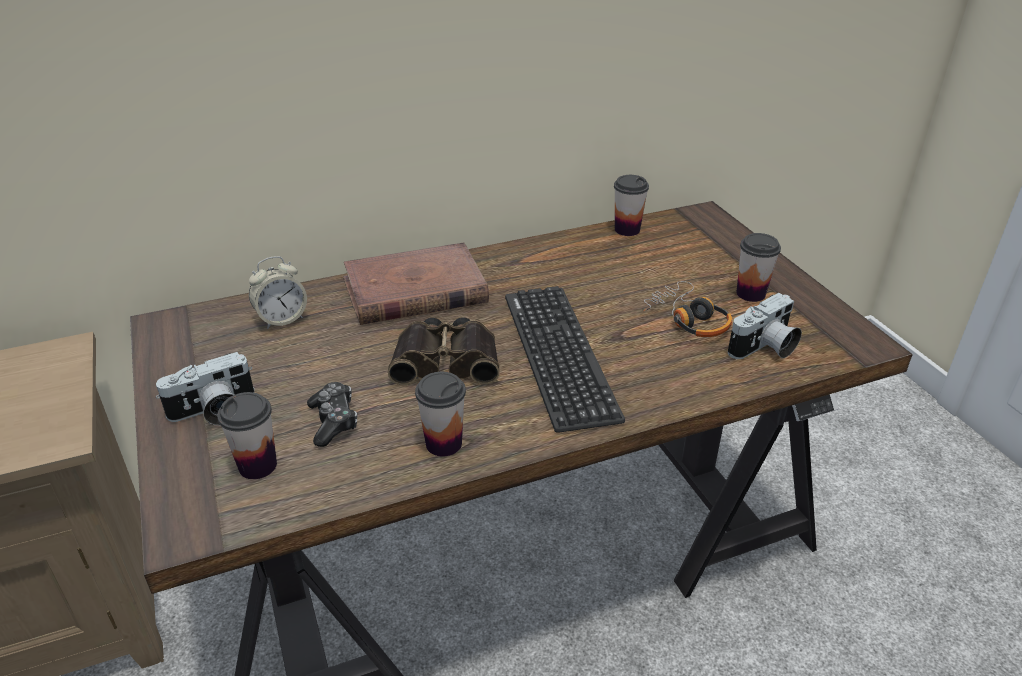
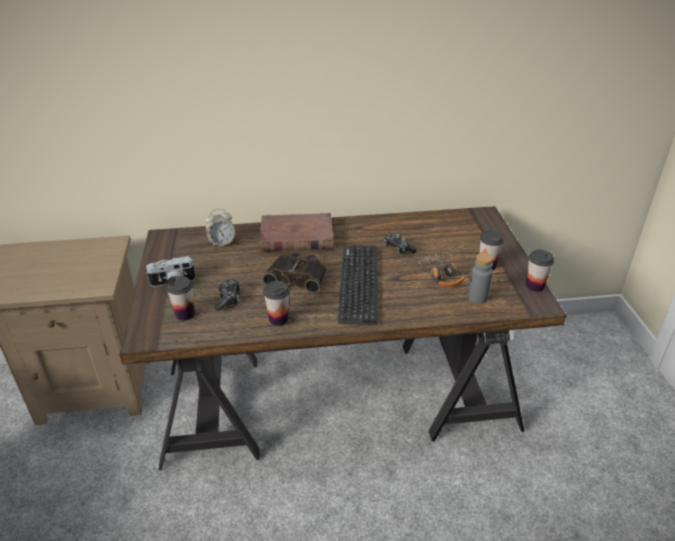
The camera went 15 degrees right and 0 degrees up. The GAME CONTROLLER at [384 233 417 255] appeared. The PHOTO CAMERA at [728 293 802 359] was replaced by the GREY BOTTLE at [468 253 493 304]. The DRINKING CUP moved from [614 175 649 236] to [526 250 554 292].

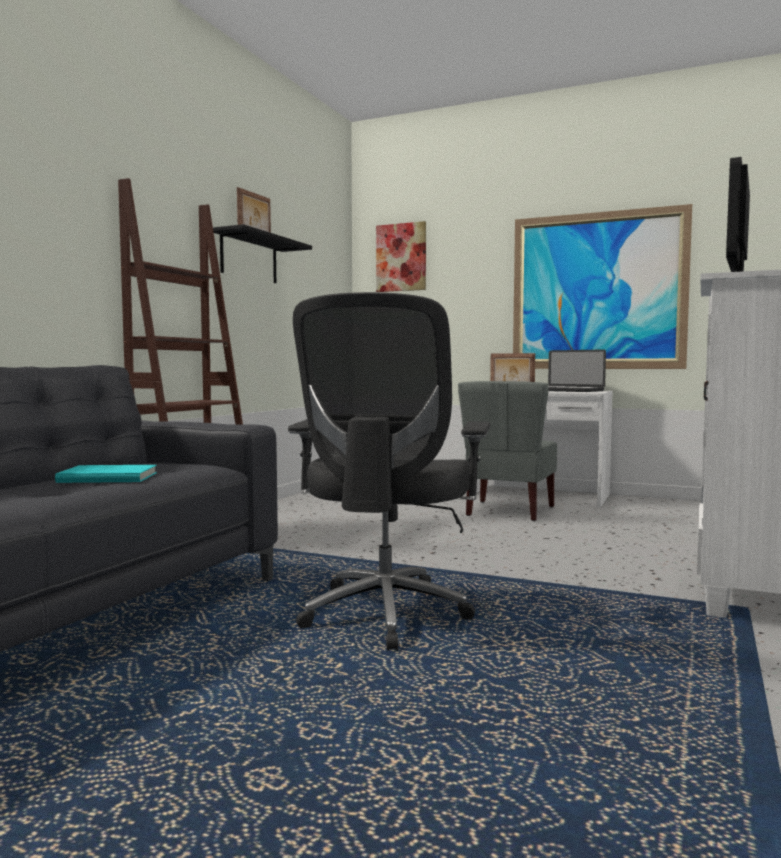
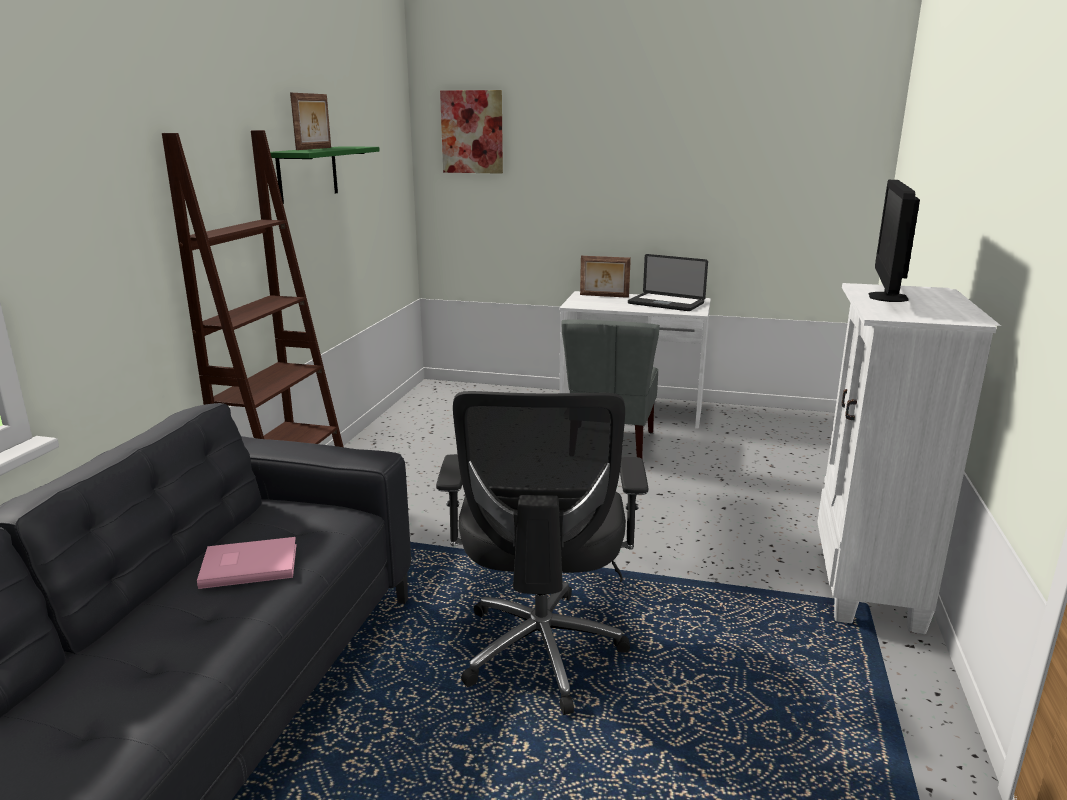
The camera went 10 degrees left and 15 degrees up. The TURQUOISE BOOK at [55 465 157 483] became the PINK-COLOURED BOOK at [197 537 296 589]. The BLACK WALL SHELF at [213 224 312 283] became the GREENISH WALL SHELF at [270 146 380 204]. The WALL ART at [513 204 692 369] disappeared.

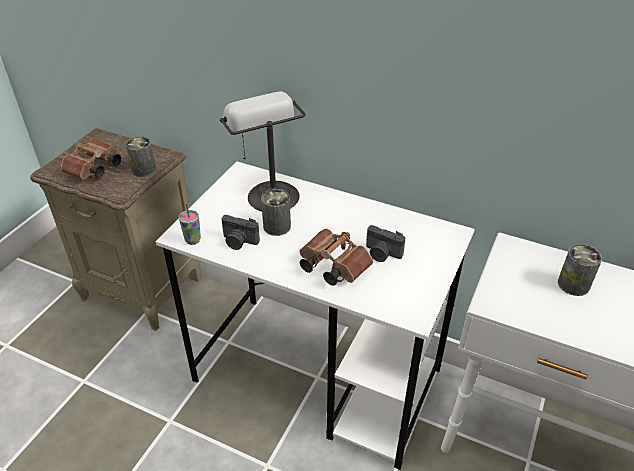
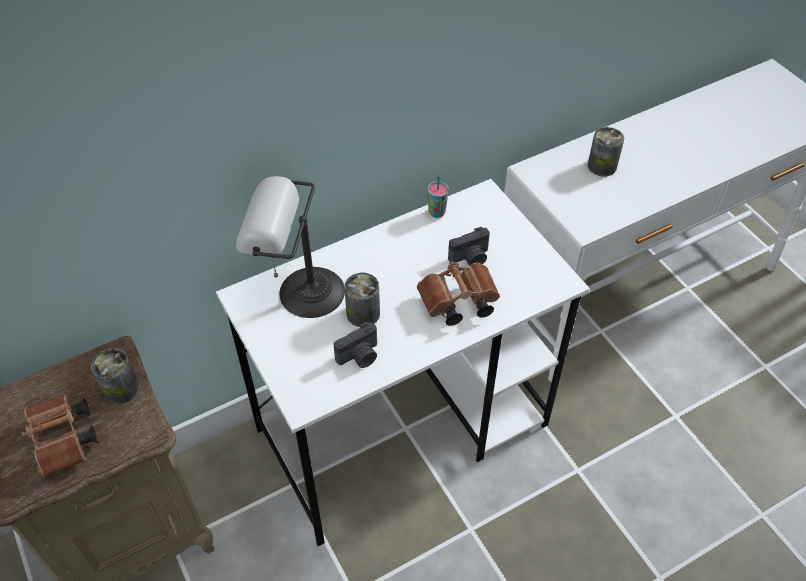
The camera went 55 degrees left and 10 degrees up. The DRINKING CUP moved from [179 203 201 245] to [427 175 449 218].

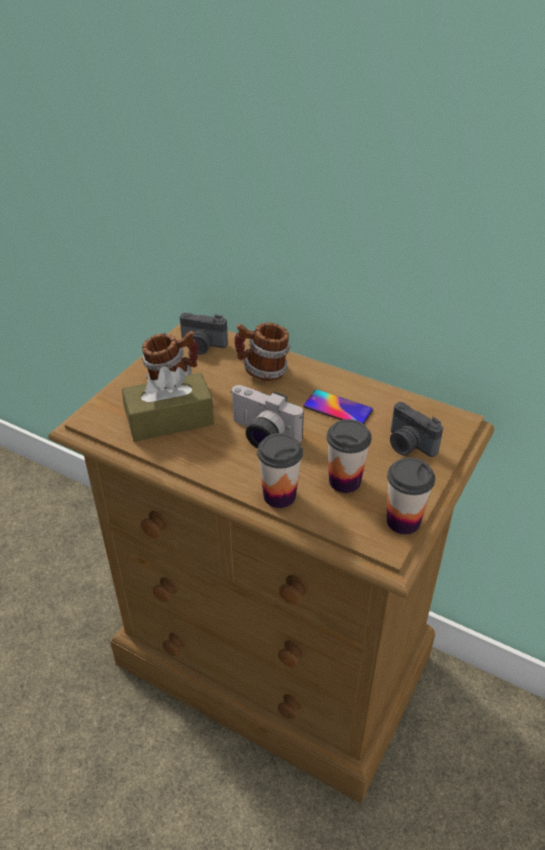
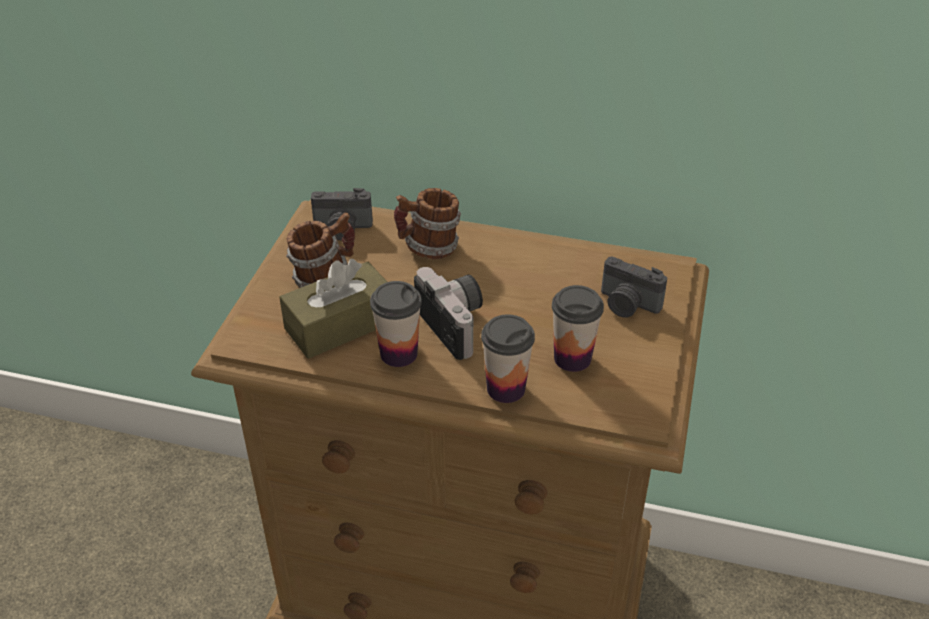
The camera went 15 degrees left and 0 degrees up. The DRINKING CUP moved from [387 458 435 534] to [370 281 422 367]. The PHOTO CAMERA at [230 385 304 449] turned 135 degrees counterclockwise. The PHONE at [303 390 373 424] disappeared.

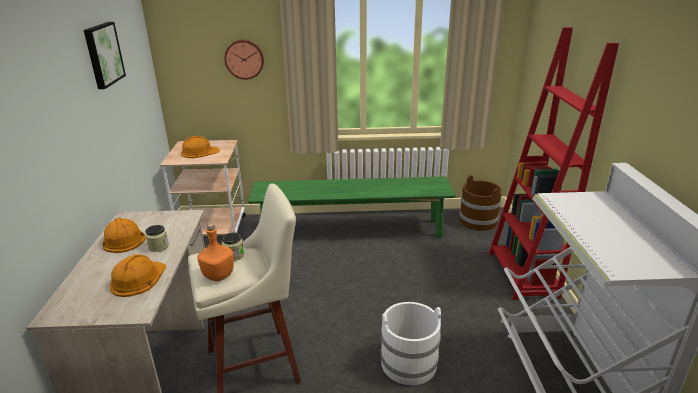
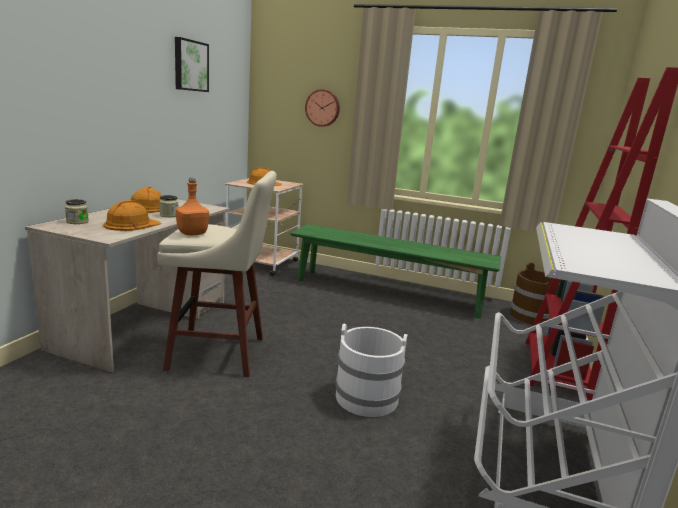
The camera went 20 degrees right and 10 degrees down. The JAR moved from [222 233 244 261] to [65 199 89 224].

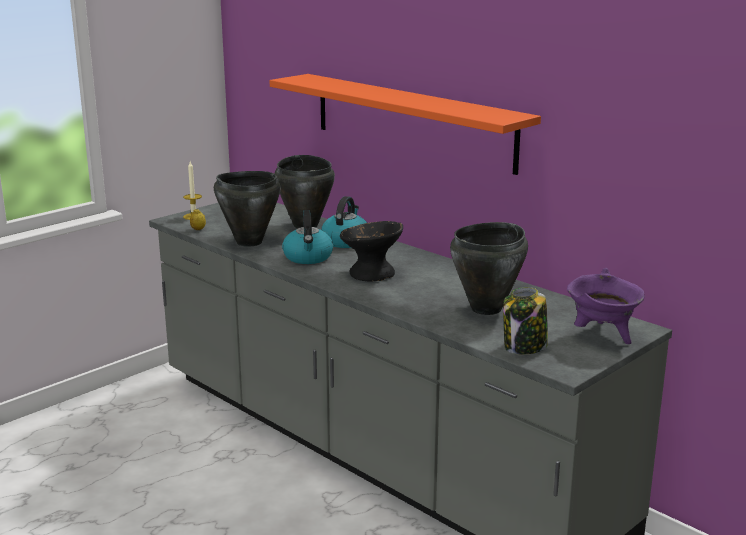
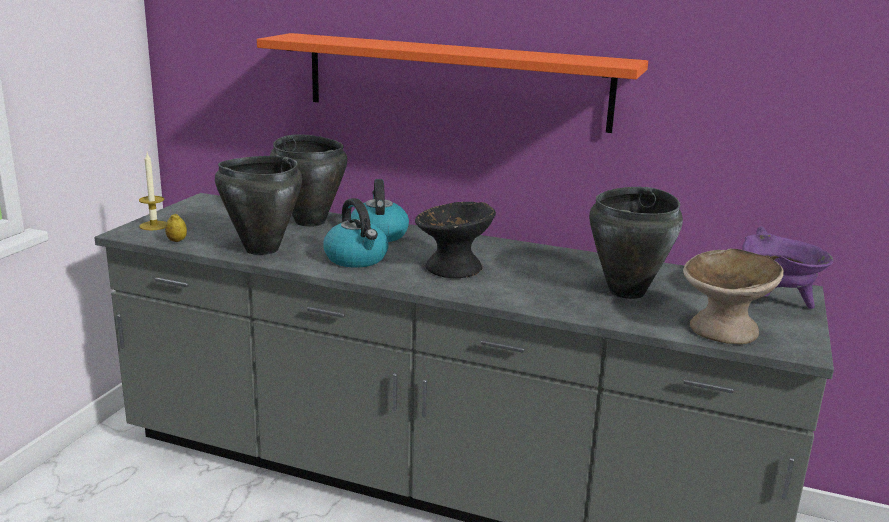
The camera went 25 degrees left and 0 degrees up. The JAR at [503 287 548 355] was replaced by the BEIGE-COLOURED SERVING BOWL at [683 249 784 344].

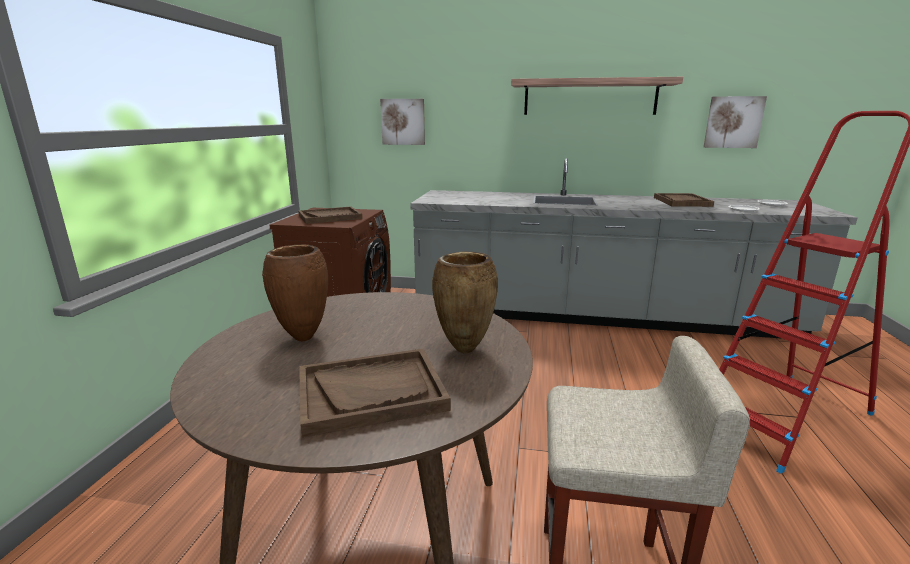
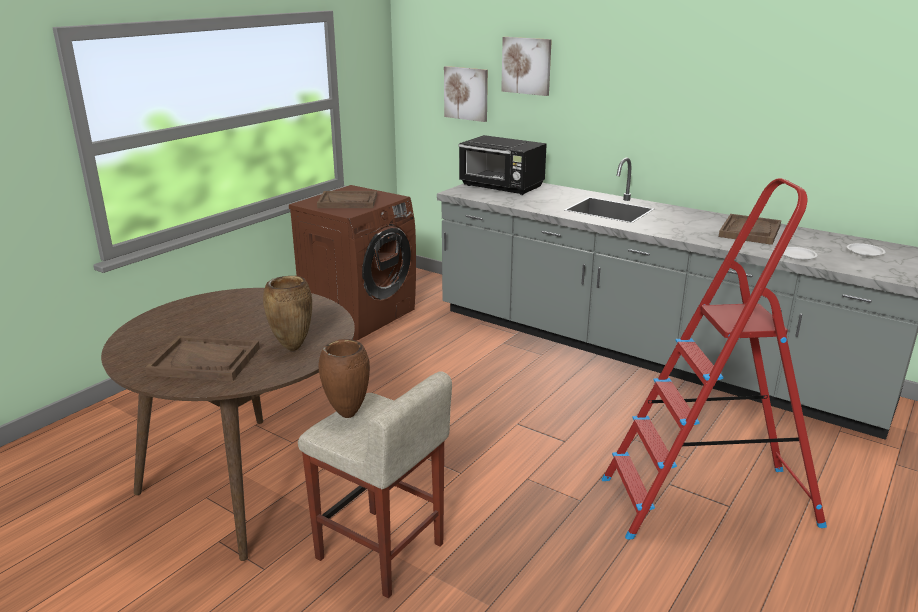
The camera went 25 degrees right and 5 degrees up. The BROWN FLOWER VASE moved from [262 245 328 341] to [318 339 370 418]. The BLACK MICROWAVE at [458 135 547 195] appeared. The WALL ART moved from [703 96 767 148] to [501 37 552 96]. The WALL SHELF at [511 77 683 115] disappeared.

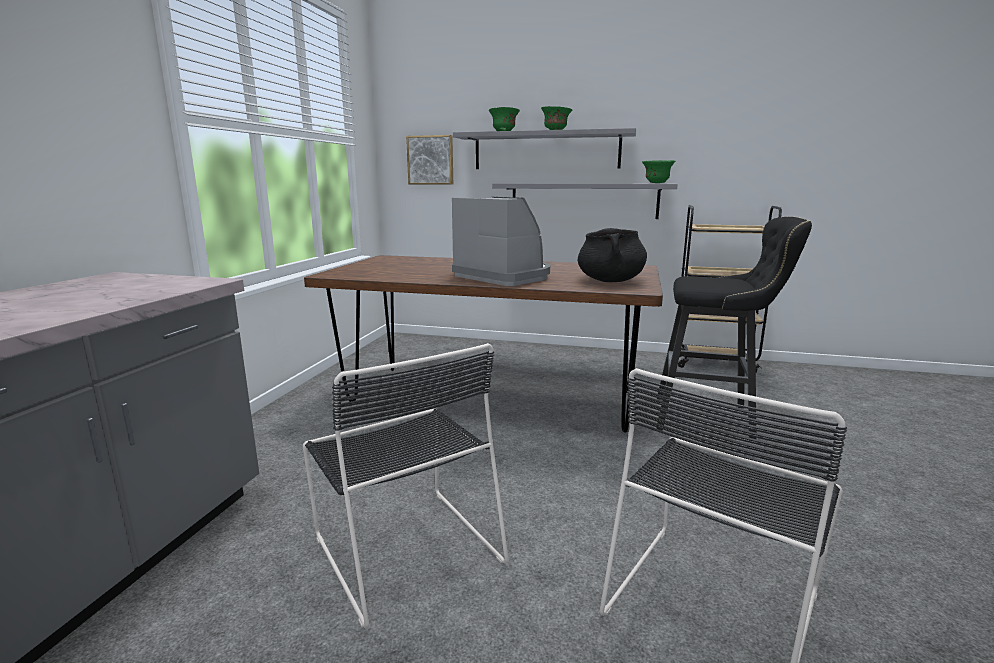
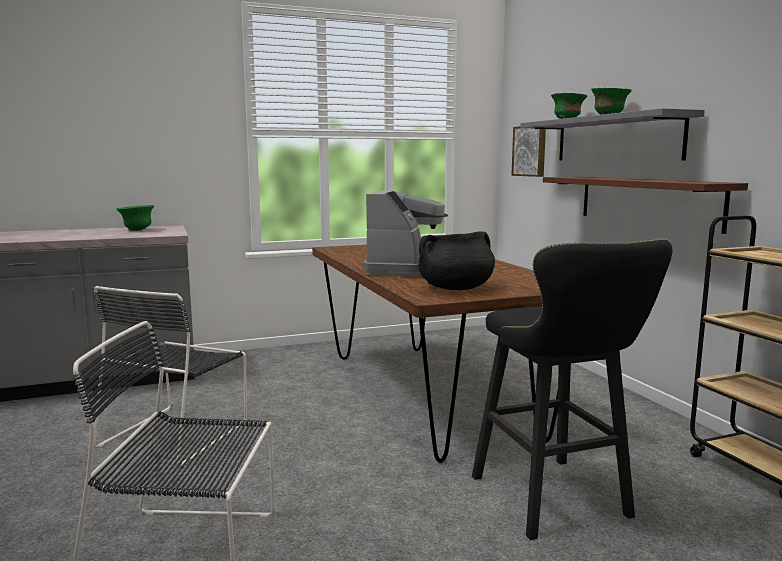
The camera went 55 degrees right and 5 degrees down. The GREENISH SERVING BOWL moved from [642 160 675 183] to [117 205 154 231]. The GREY WALL SHELF at [492 183 678 219] became the BROWN WALL SHELF at [543 177 748 234].

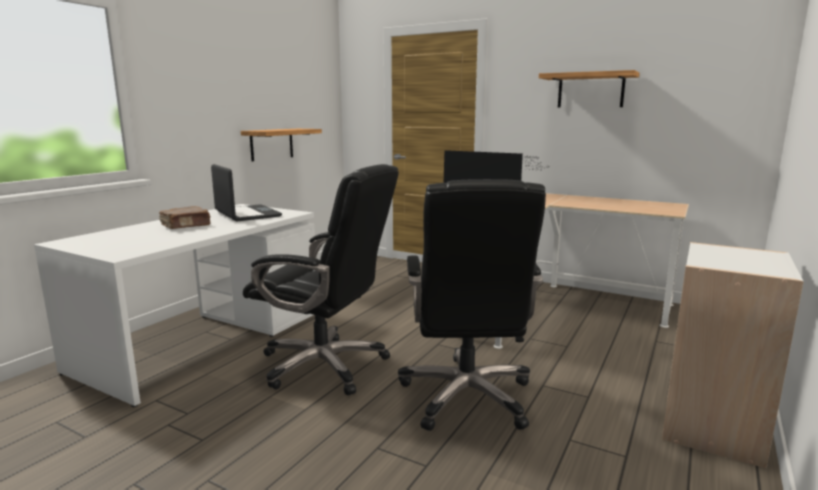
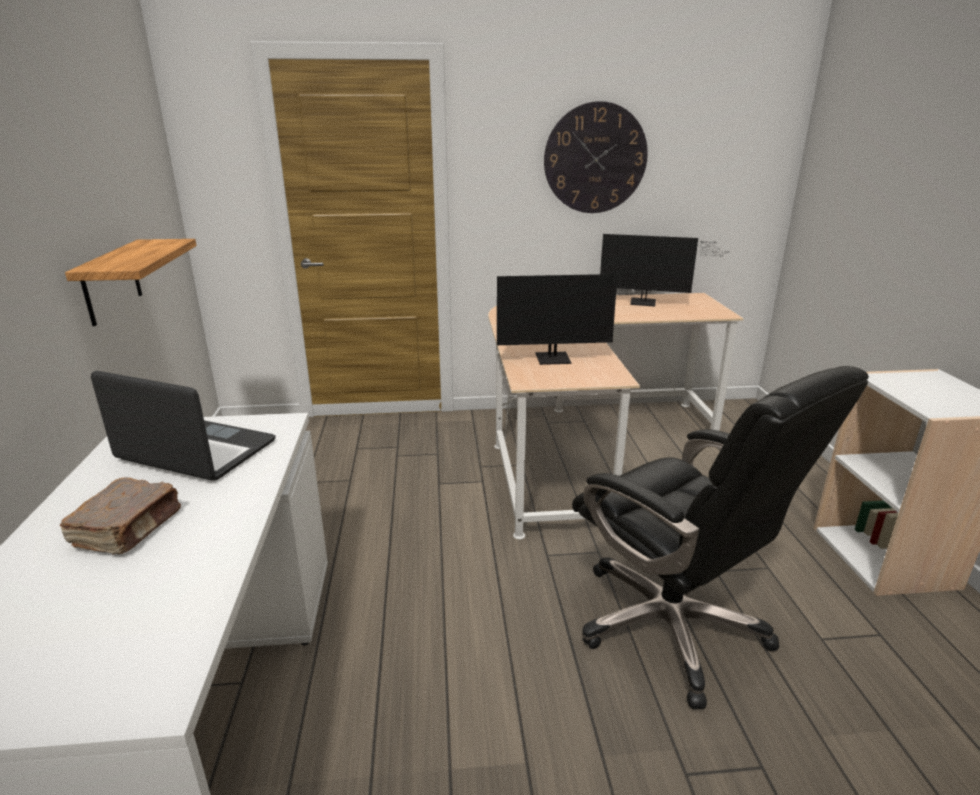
The camera went 35 degrees left and 10 degrees up. The WALL SHELF at [539 70 640 107] was replaced by the WALL CLOCK at [544 101 648 213]. The COMPUTER SCREEN at [600 234 728 306] appeared. The BLACK OFFICE CHAIR at [243 164 399 395] disappeared.

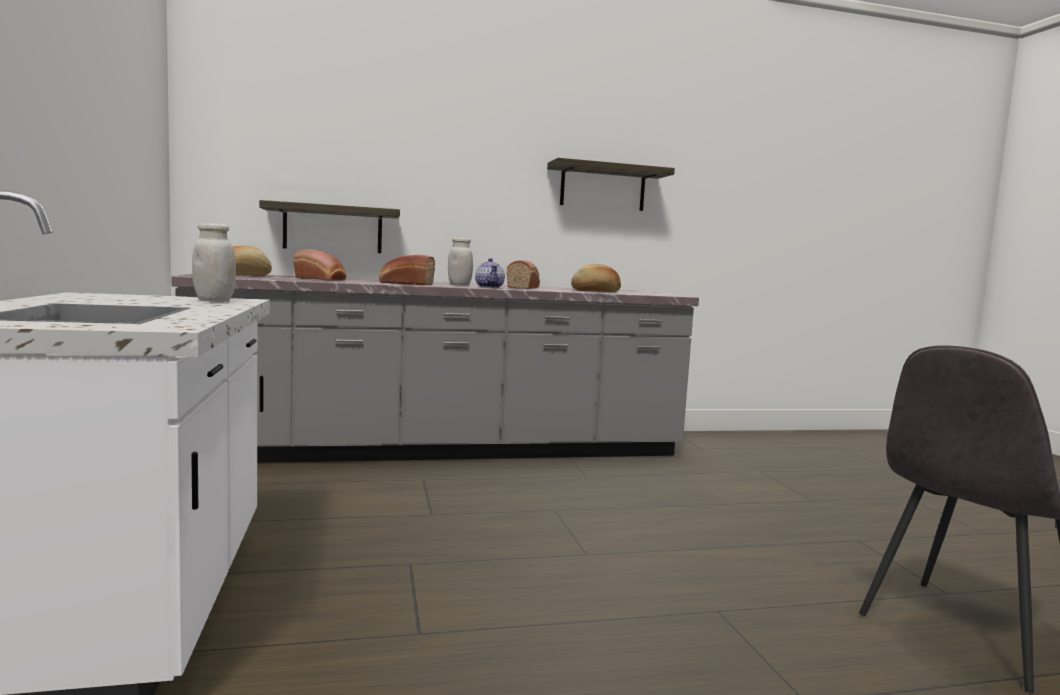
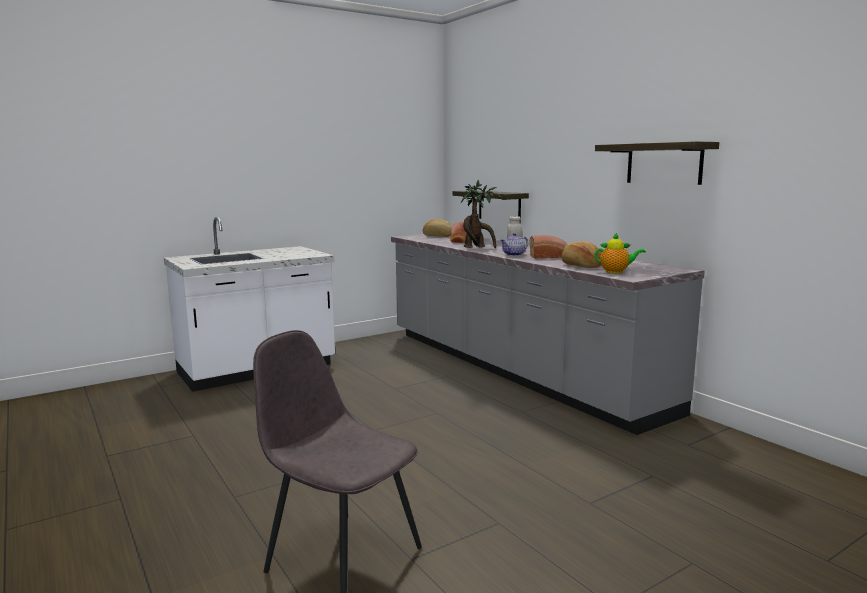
The camera went 70 degrees right and 5 degrees up. The BAKED BREAD at [379 255 435 285] was replaced by the HOUSEPLANT at [461 180 504 248]. The TEAPOT at [595 233 646 273] appeared. The WHITE JAR at [192 223 236 302] disappeared.

